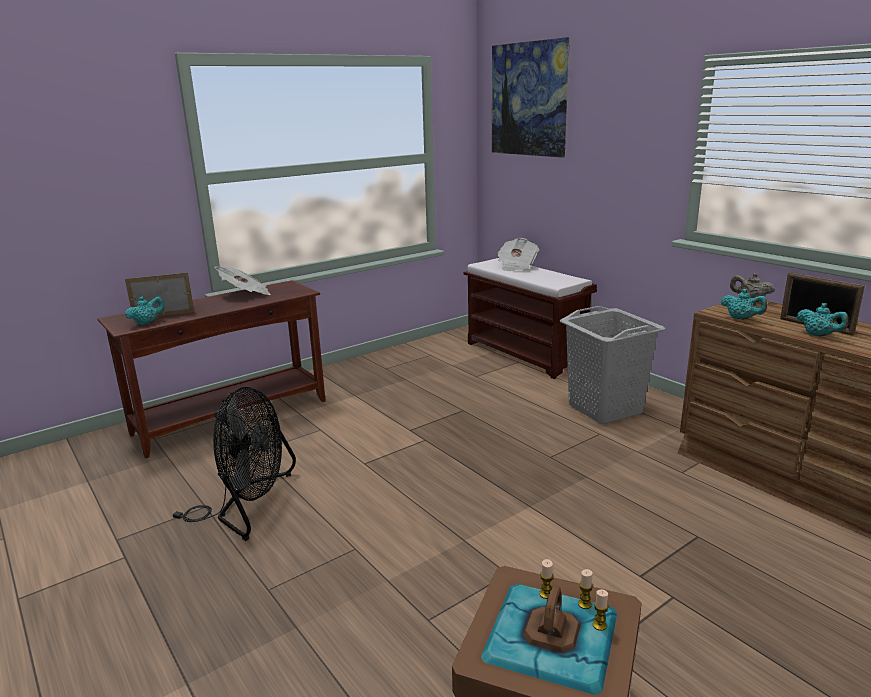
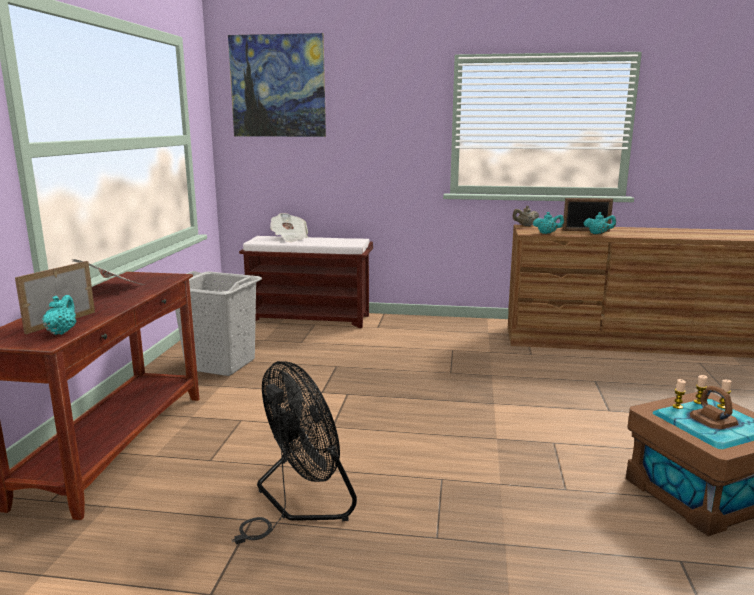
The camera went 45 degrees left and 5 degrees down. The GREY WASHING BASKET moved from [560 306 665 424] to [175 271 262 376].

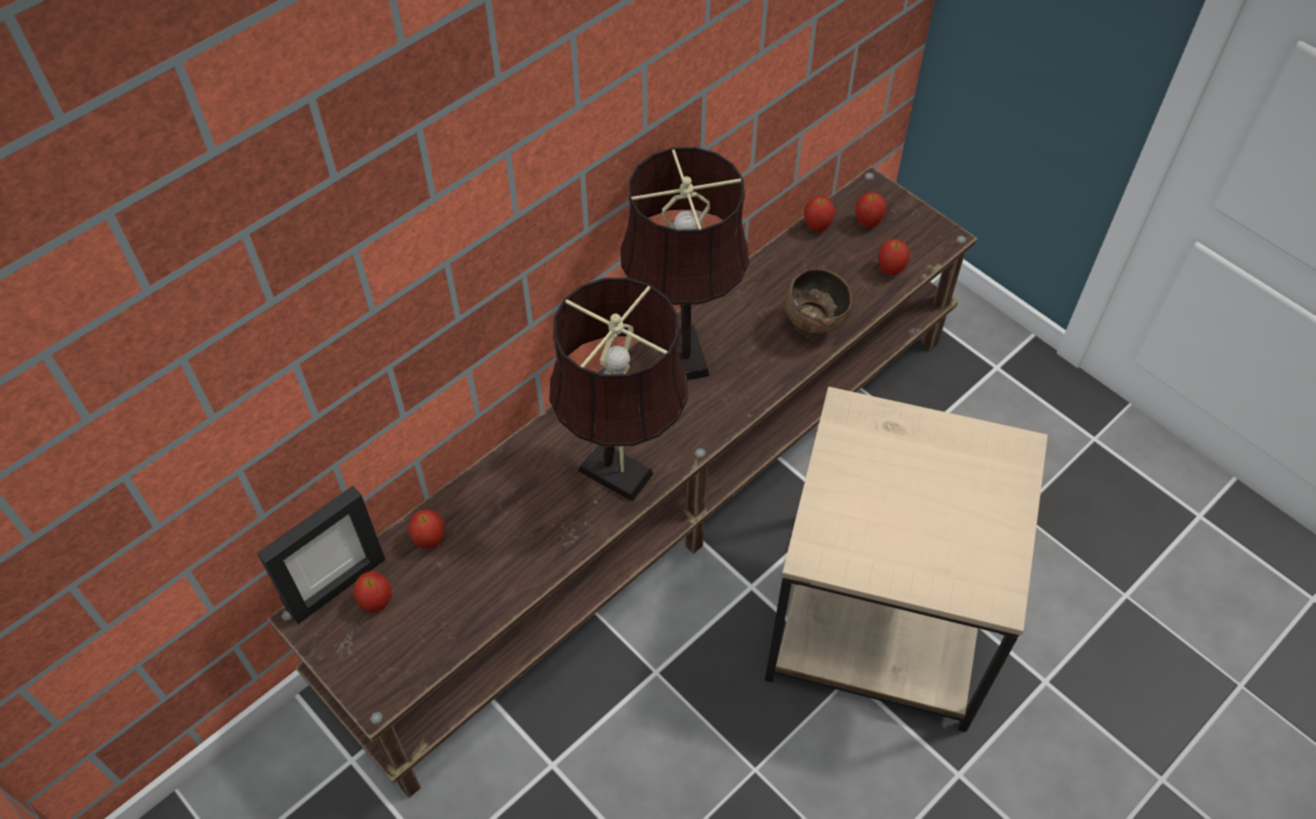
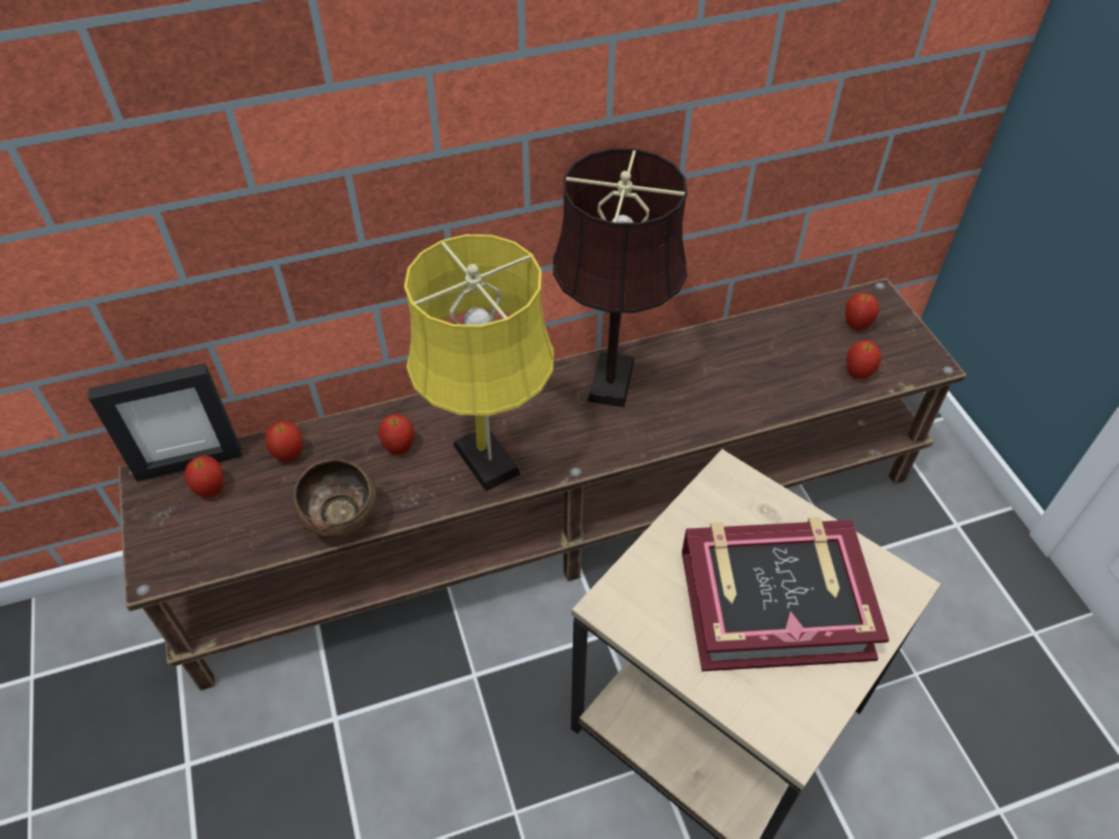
The camera went 25 degrees right and 5 degrees down. The BROWN SERVING BOWL moved from [784 268 853 336] to [292 459 376 537]. The APPLE FRUIT moved from [804 196 835 232] to [378 414 415 455]. The BROWN TABLE LAMP at [549 278 688 502] became the YELLOW TABLE LAMP at [404 234 554 492]. The BOOK at [682 517 889 671] appeared.

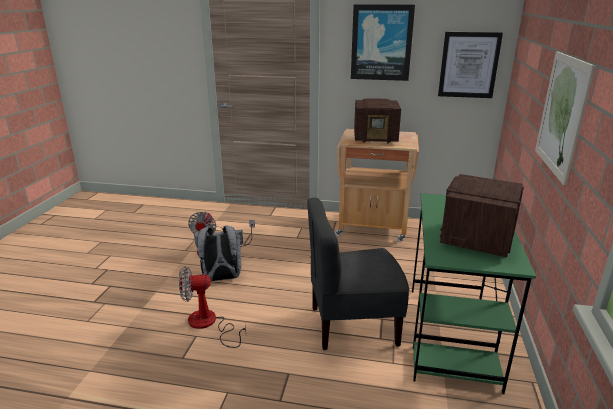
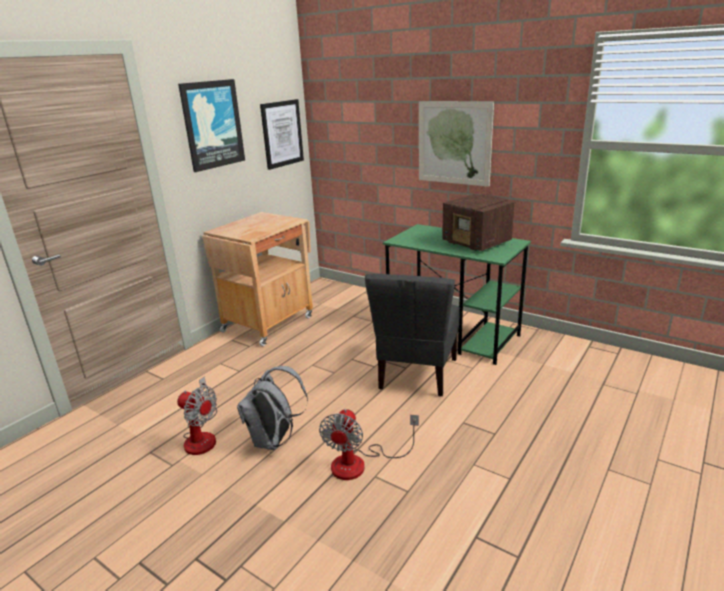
The camera went 65 degrees left and 0 degrees up. The RADIO SET at [354 98 401 144] disappeared.

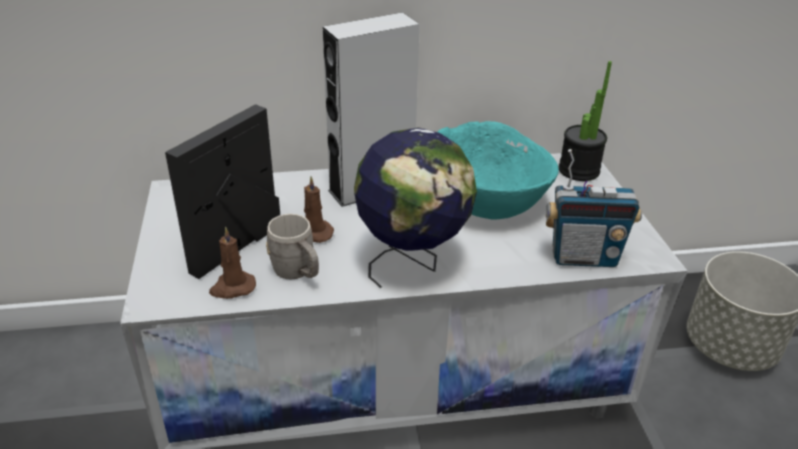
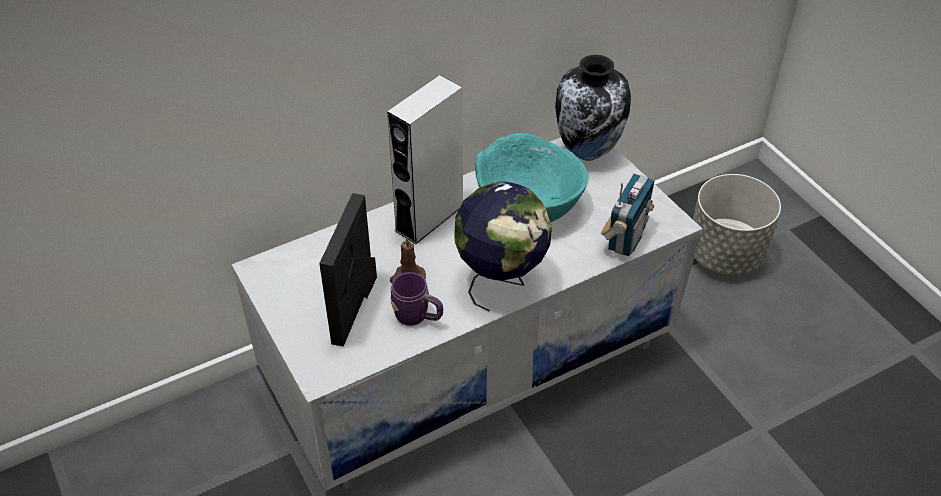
The camera went 20 degrees left and 10 degrees up. The GREY MUG at [266 214 319 280] became the PURPLE-COLOURED MUG at [390 272 443 326]. The HOUSEPLANT at [559 61 612 181] was replaced by the FLOWER VASE at [555 55 631 161]. The RADIO SET at [546 149 642 267] turned 45 degrees counterclockwise. The BROWN CANDLE at [209 227 256 299] disappeared.

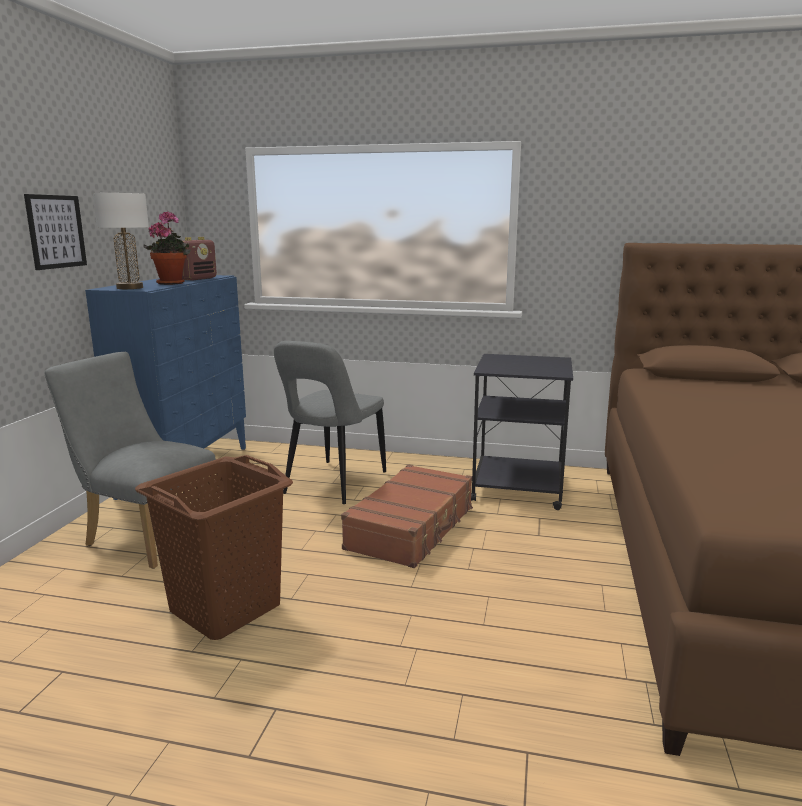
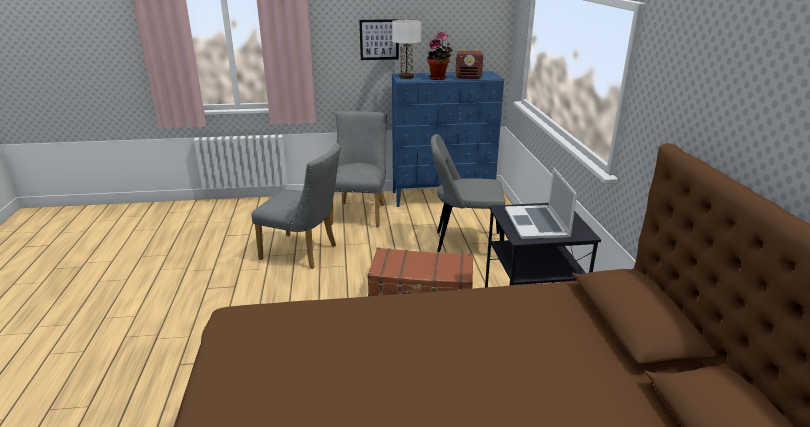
The camera went 70 degrees right and 10 degrees up. The BROWN WASHING BASKET at [135 455 293 640] was replaced by the GREY UPRIGHT CHAIR at [251 144 341 269]. The NOTEBOOK COMPUTER at [505 167 577 239] appeared.

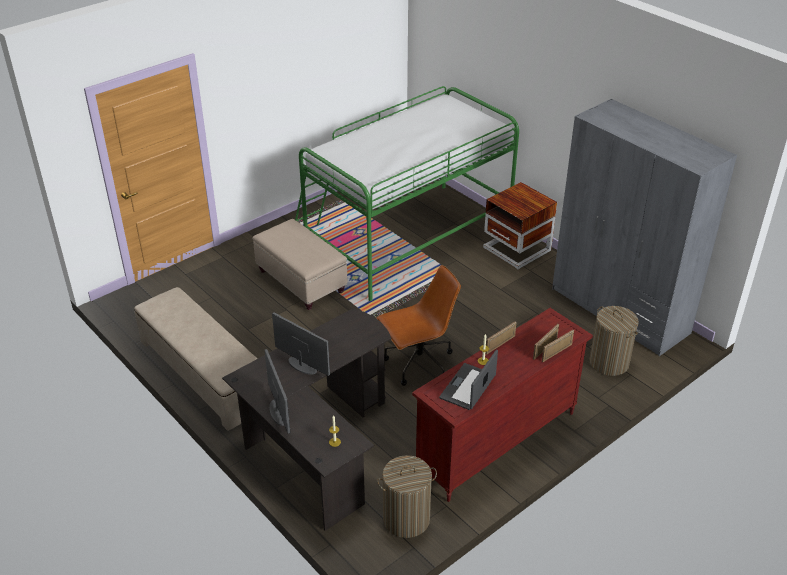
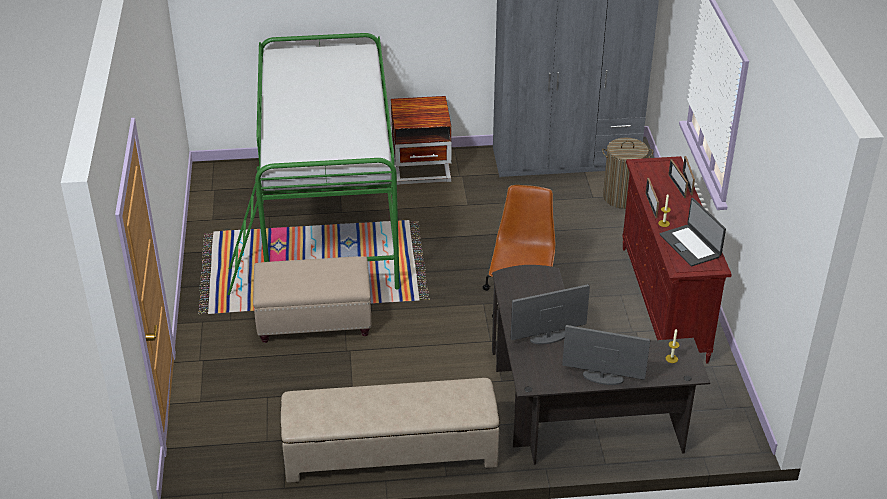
The camera went 55 degrees left and 0 degrees up. The WASHING BASKET at [377 455 437 538] disappeared.

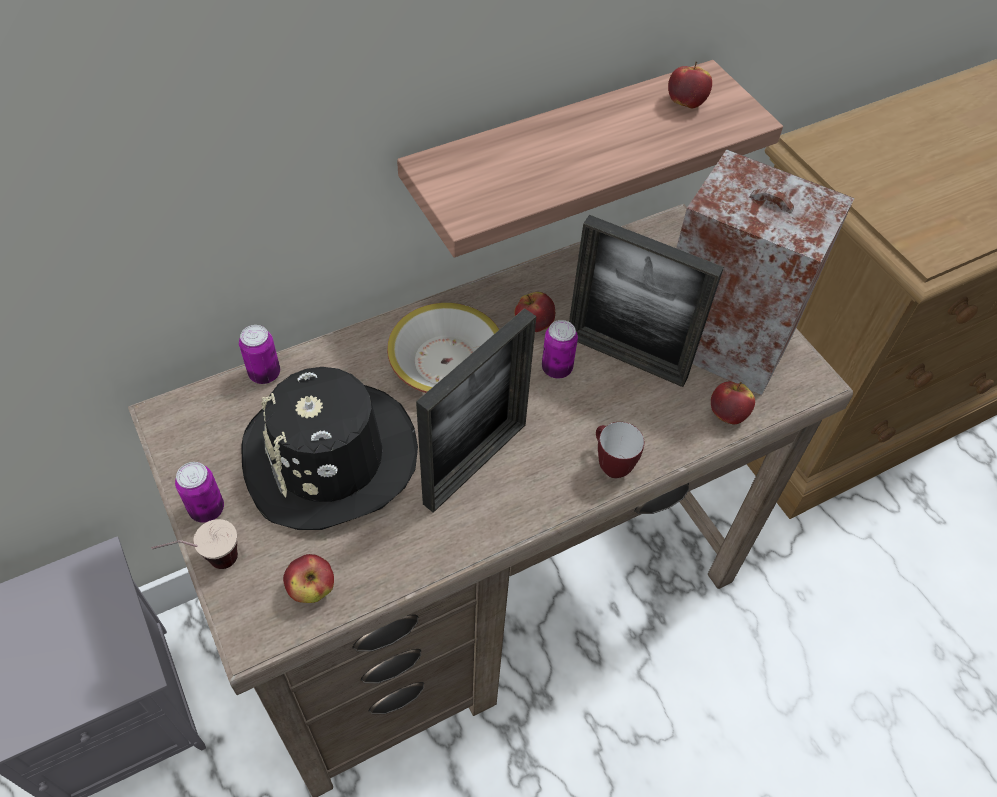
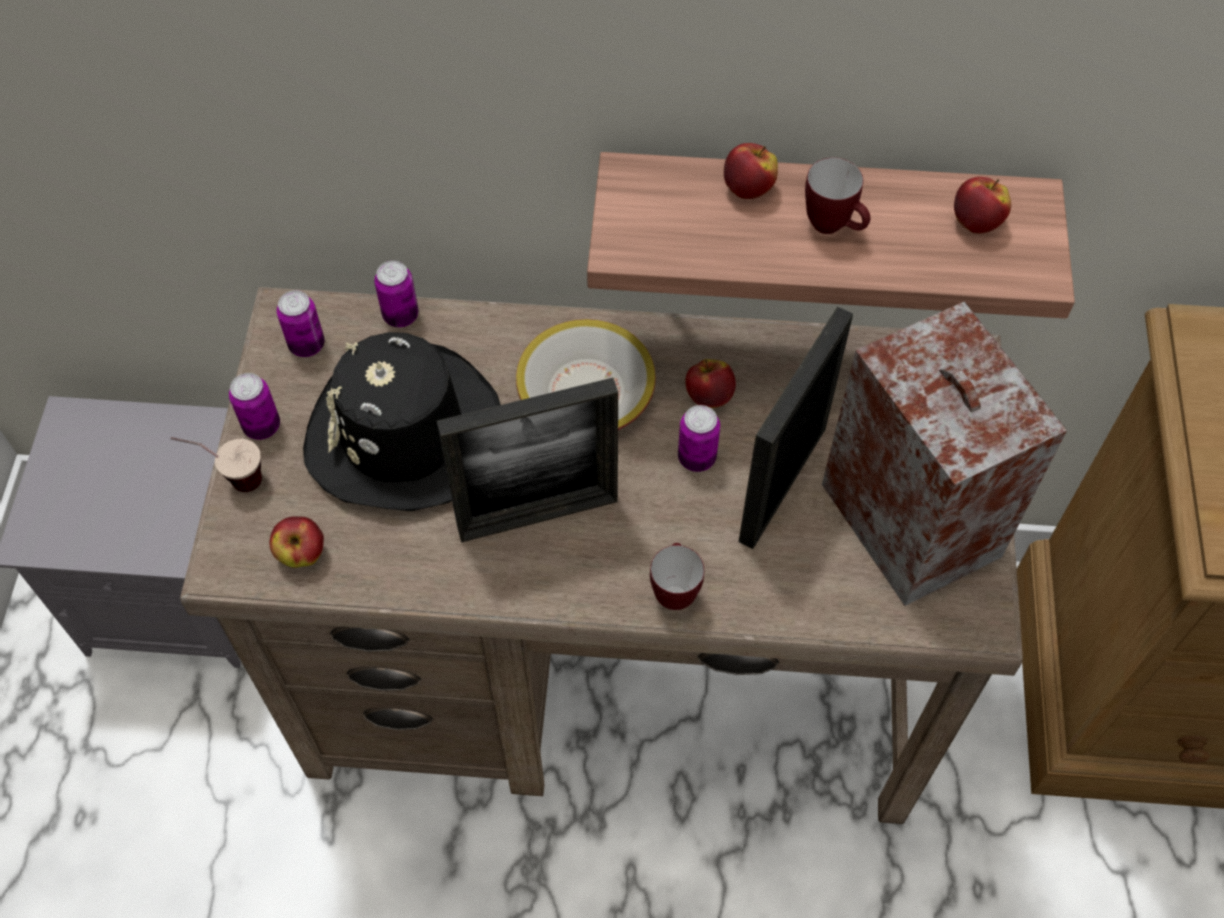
The camera went 35 degrees right and 5 degrees up. The METAL CAN at [277 290 324 357] appeared. The APPLE FRUIT moved from [711 381 755 424] to [724 143 778 199]. The PICTURE FRAME at [569 215 724 387] turned 60 degrees clockwise. The MUG at [805 158 870 234] appeared.

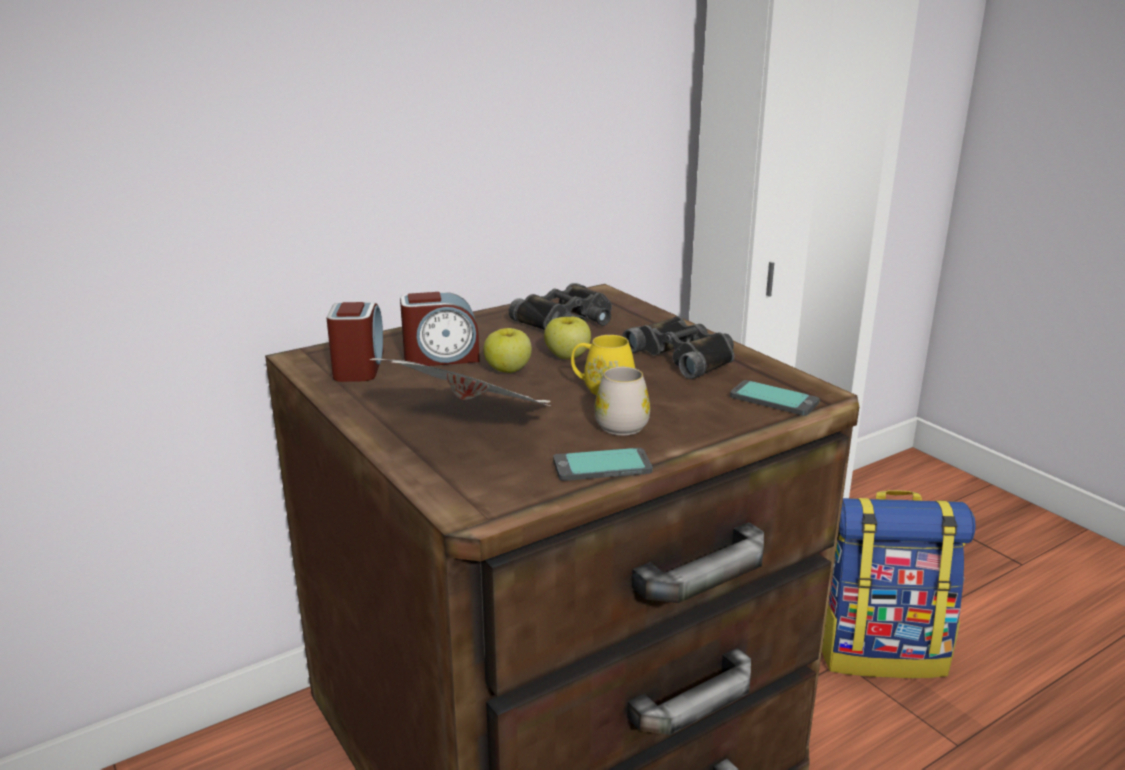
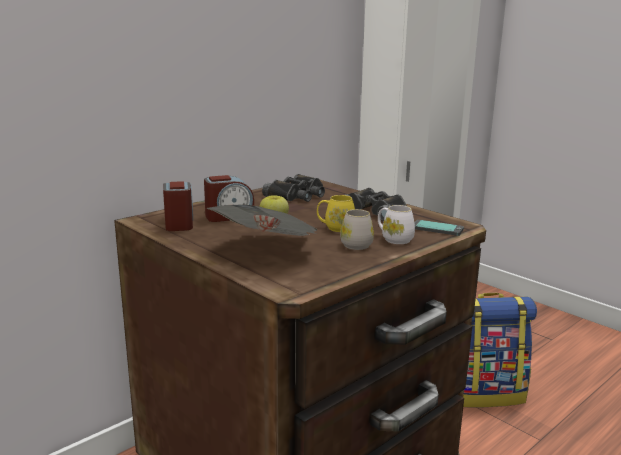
The camera went 10 degrees left and 5 degrees down. The WHITE MUG at [378 205 415 244] appeared. The APPLE FRUIT at [544 317 591 359] disappeared. The PHONE at [553 448 652 481] disappeared.

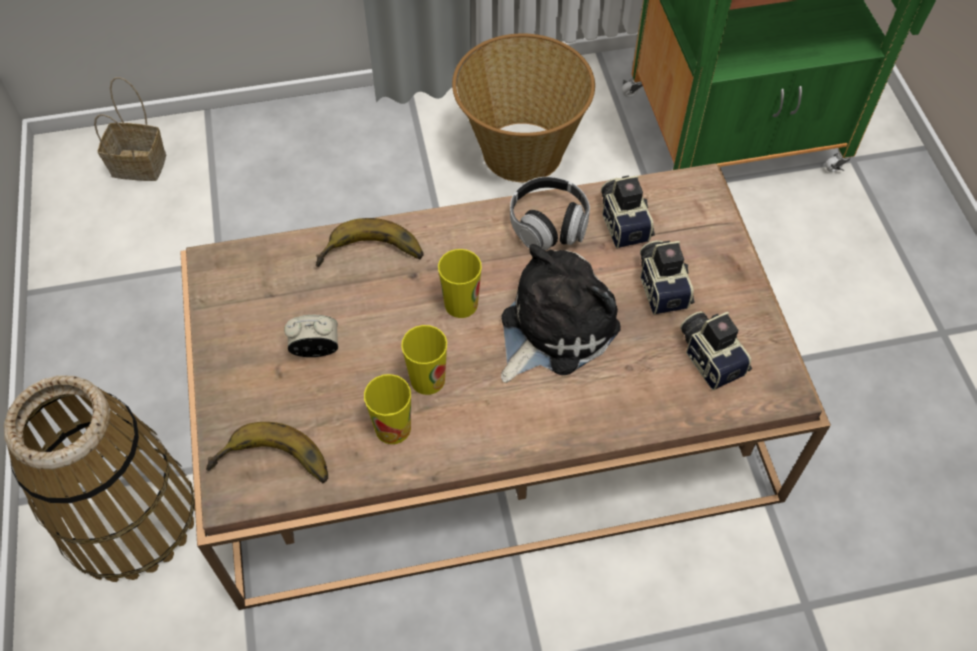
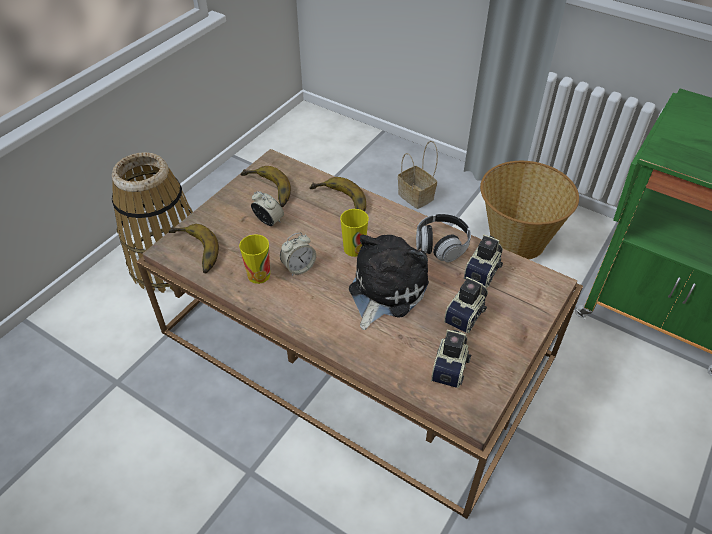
The camera went 45 degrees right and 10 degrees down. The BANANA FRUIT at [240 166 291 207] appeared. The DRINKING CUP at [401 325 447 395] was replaced by the TABLE CLOCK at [280 233 316 276]. The PLUSH TOY at [501 244 621 383] turned 60 degrees counterclockwise. The BASKET moved from [94 77 166 181] to [398 141 438 209].

